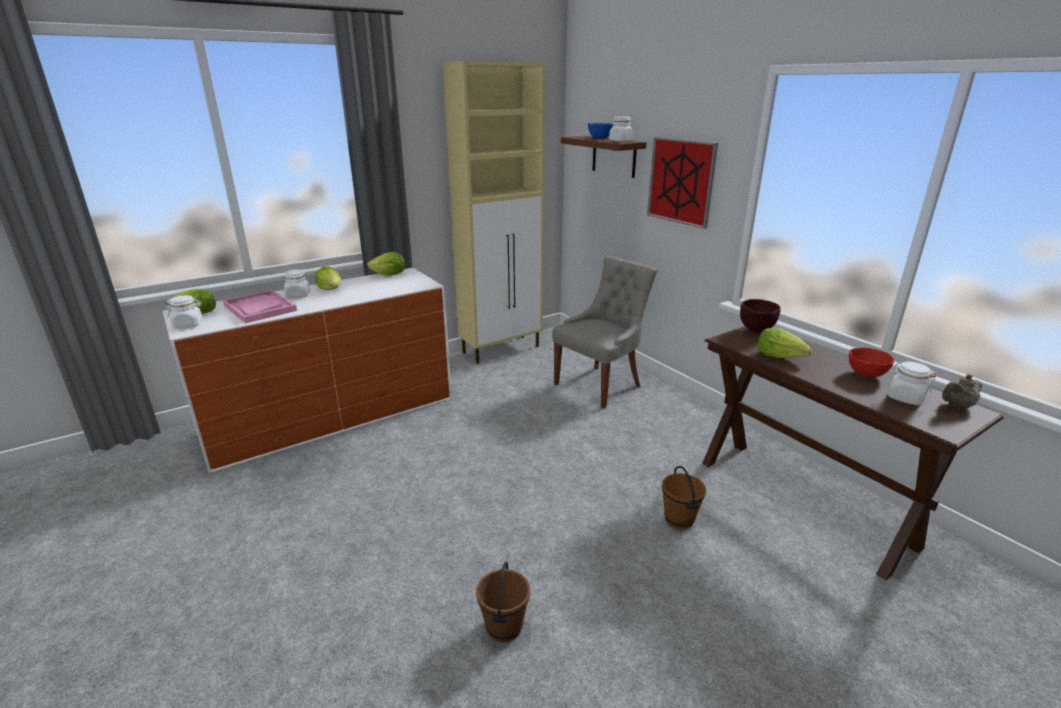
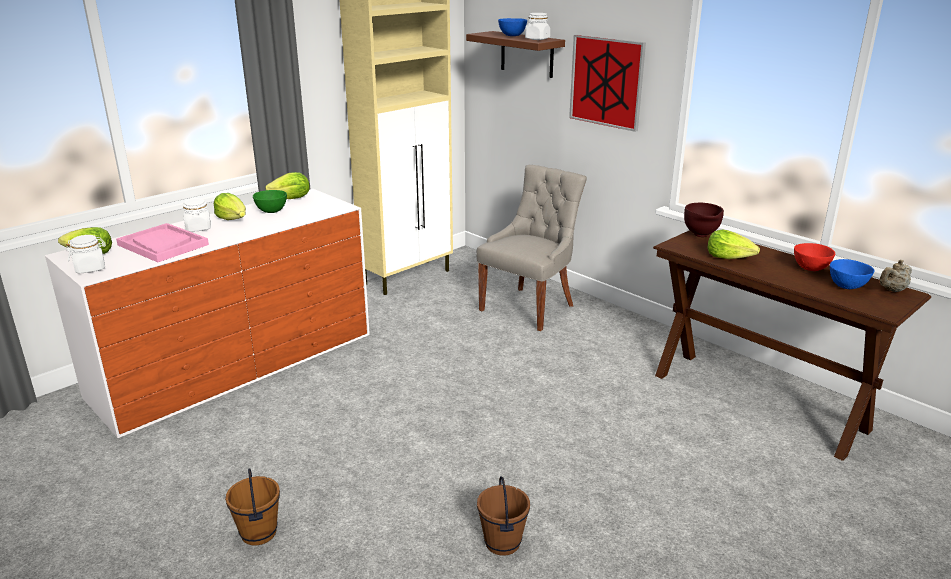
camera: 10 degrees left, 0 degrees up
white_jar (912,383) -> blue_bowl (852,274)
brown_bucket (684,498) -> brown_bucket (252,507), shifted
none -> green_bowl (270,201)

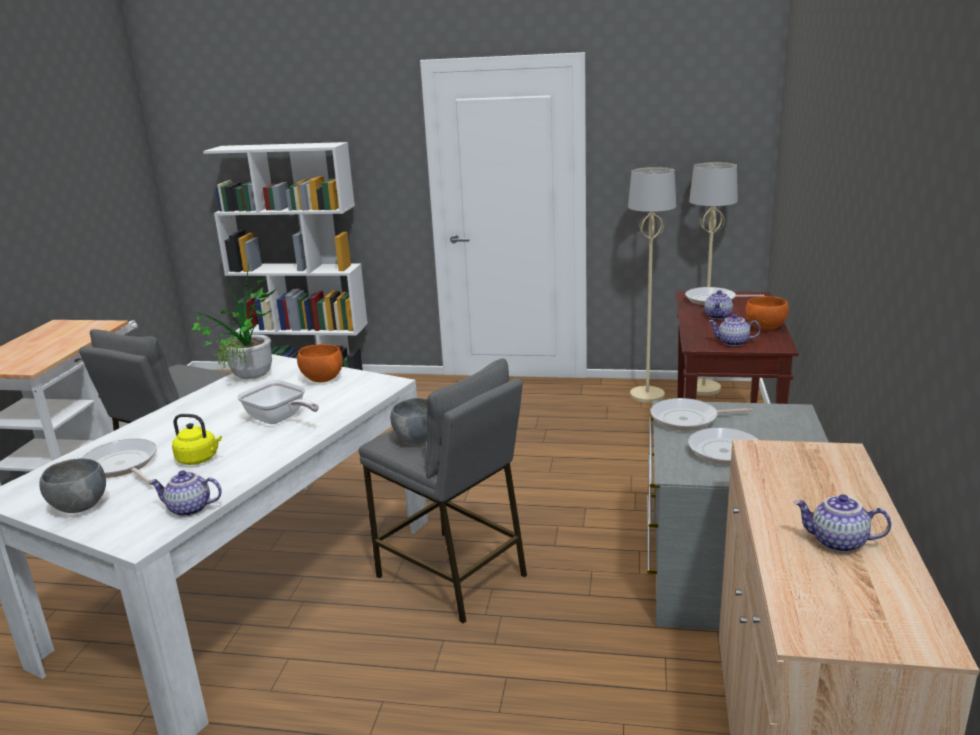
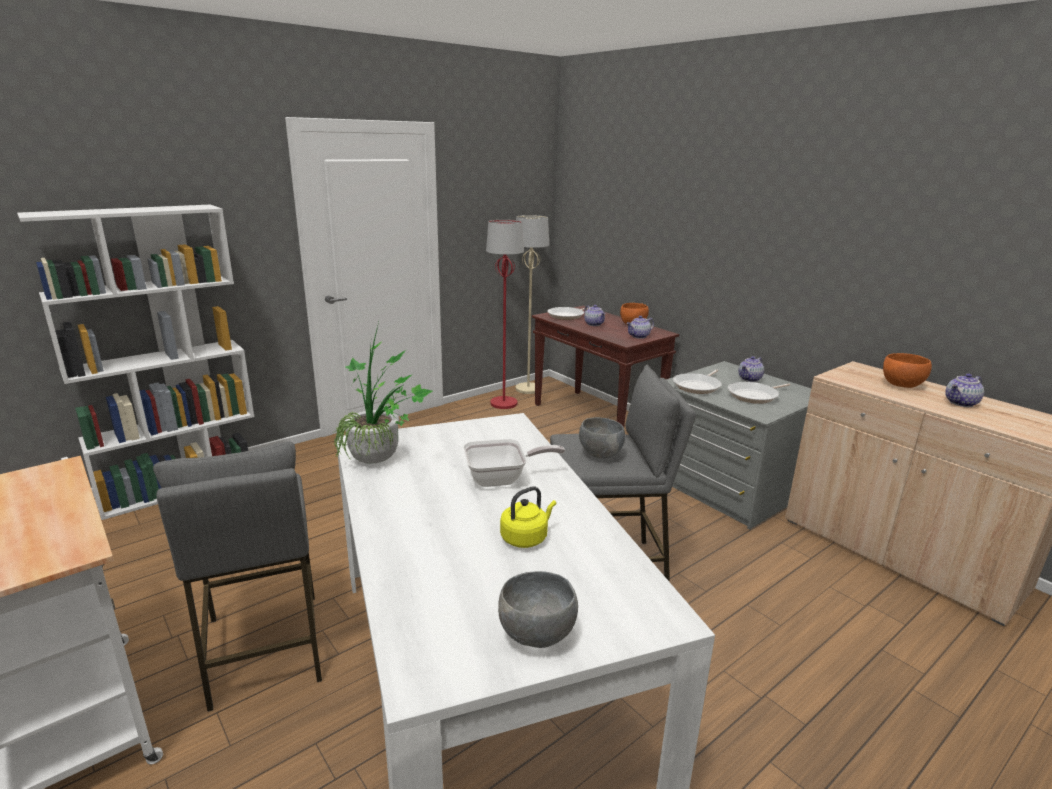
camera: 50 degrees left, 0 degrees up
beige_floor_lamp (652,285) -> red_floor_lamp (505,314)
orange_bowl (320,363) -> orange_bowl (907,370), shifted
frying_pan (119,462) -> none
teapot (185,493) -> teapot (751,369), shifted

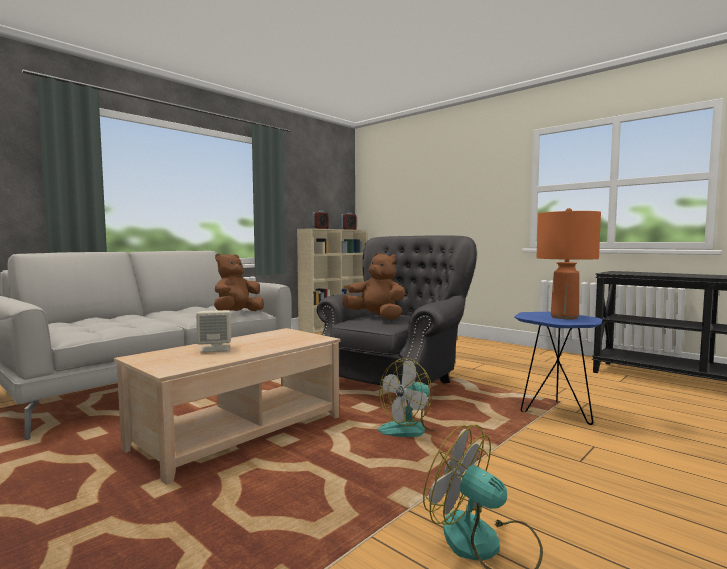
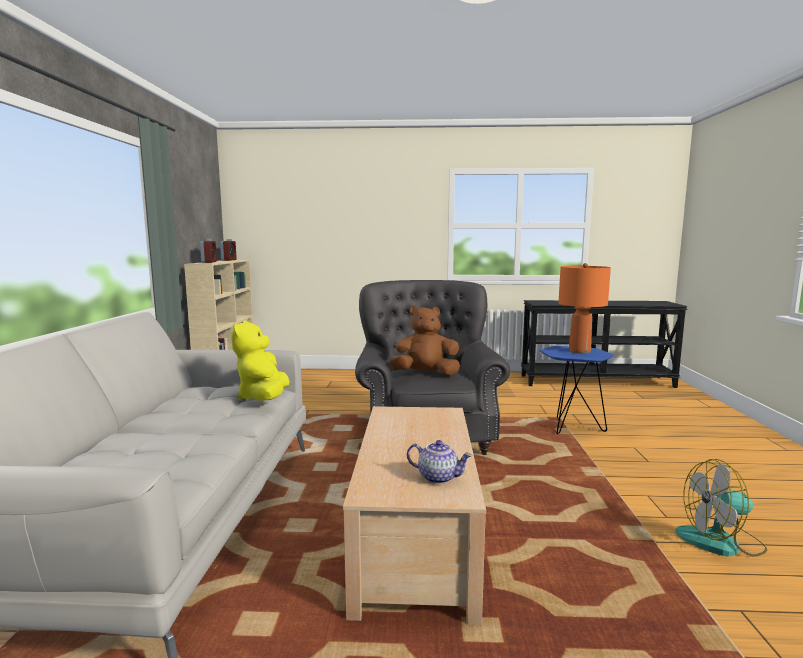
camera: 40 degrees left, 5 degrees up
brown_plush_toy (239,282) -> yellow_plush_toy (260,361)
beige_speaker (213,331) -> none
fan (408,397) -> none
none -> teapot (439,462)

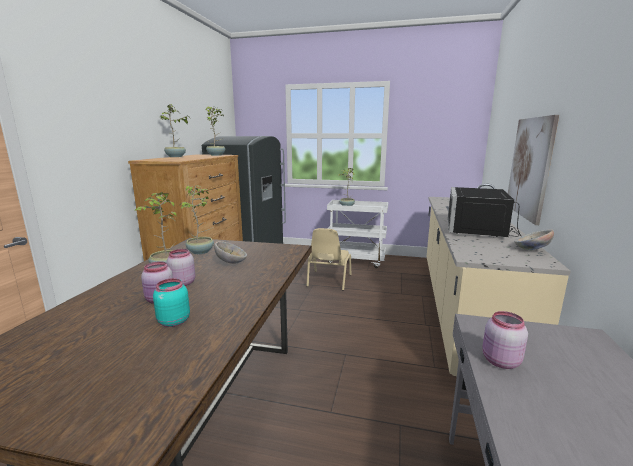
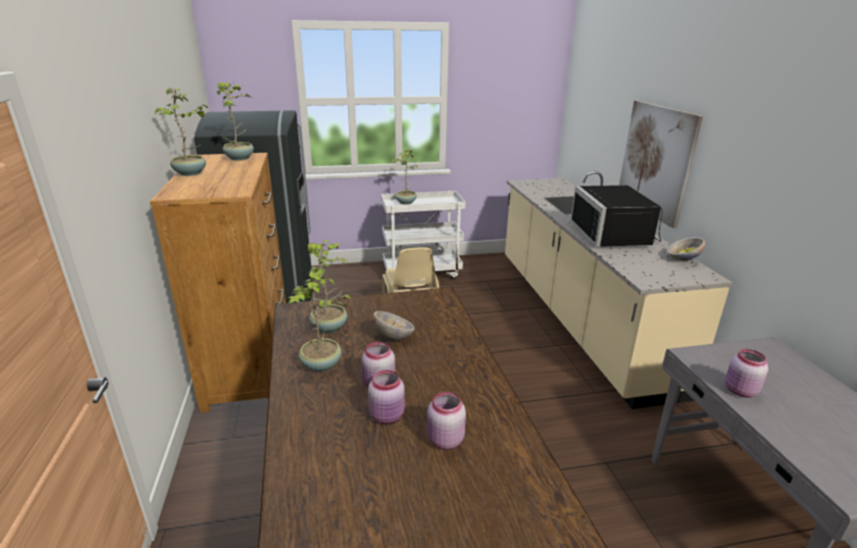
camera: 25 degrees left, 10 degrees up
turquoise_jar (171,302) -> pink_jar (446,421)

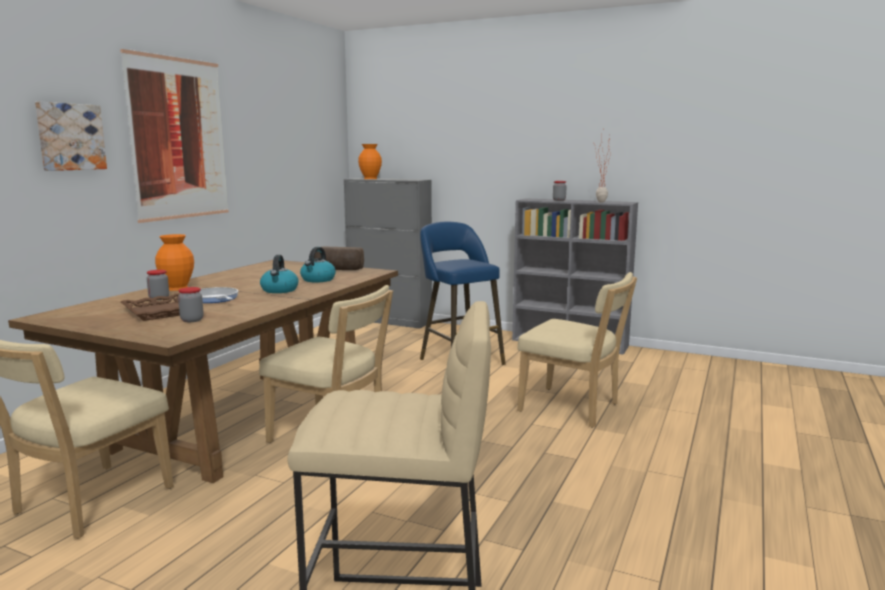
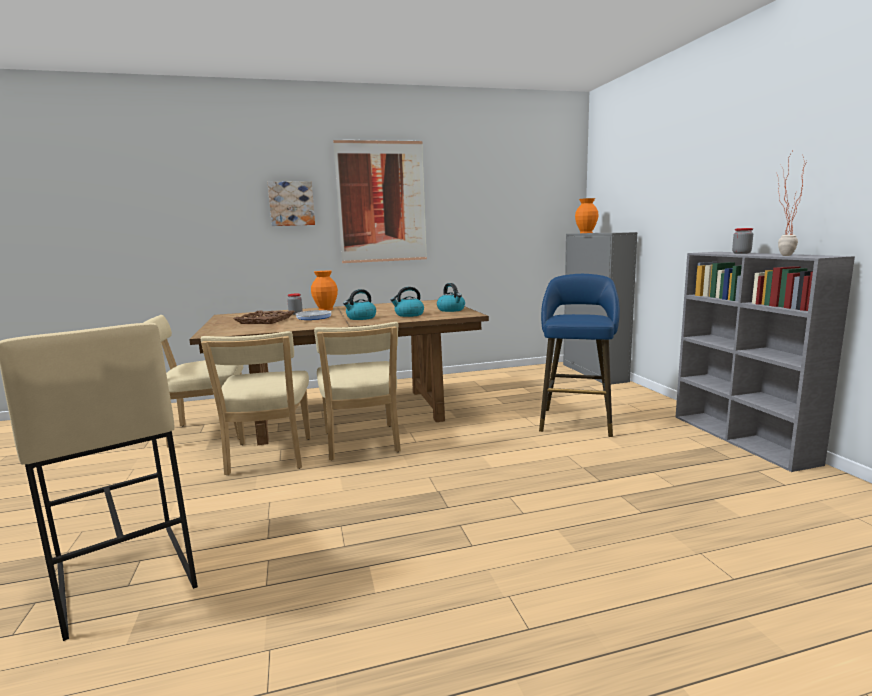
camera: 50 degrees right, 0 degrees up
bread (339,258) -> kettle (451,297)
beige_chair (577,350) -> beige_chair (256,403), shifted
jar (191,304) -> none

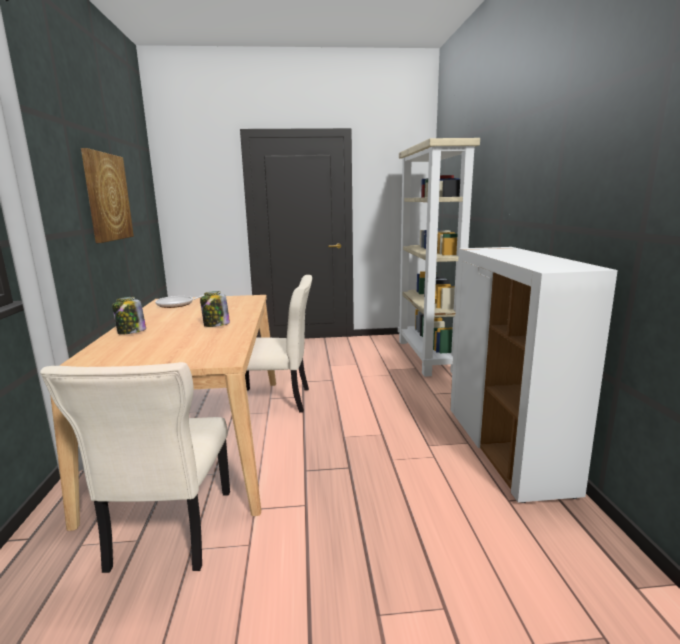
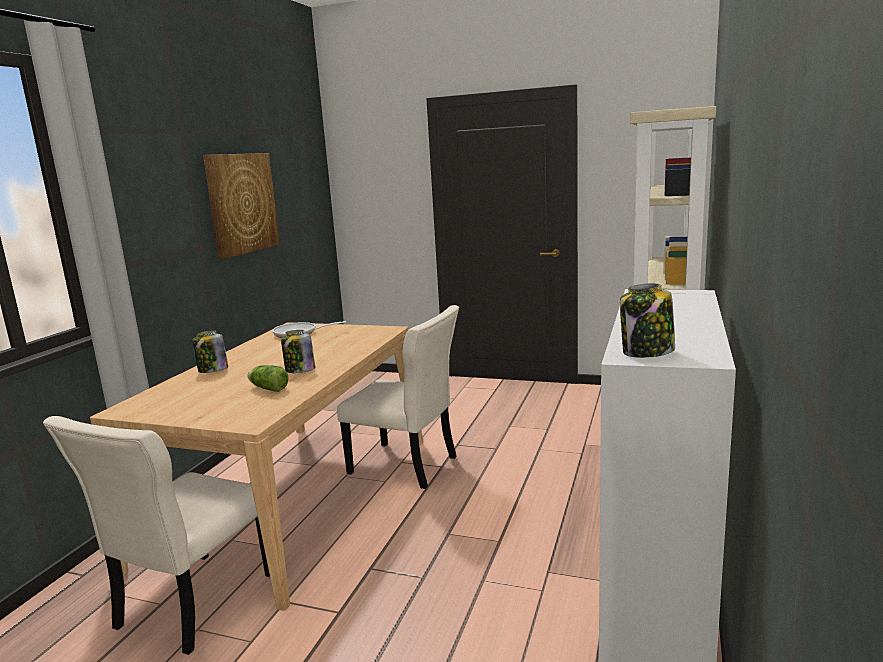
camera: 25 degrees right, 0 degrees up
none -> jar (647,320)
none -> lettuce (268,378)

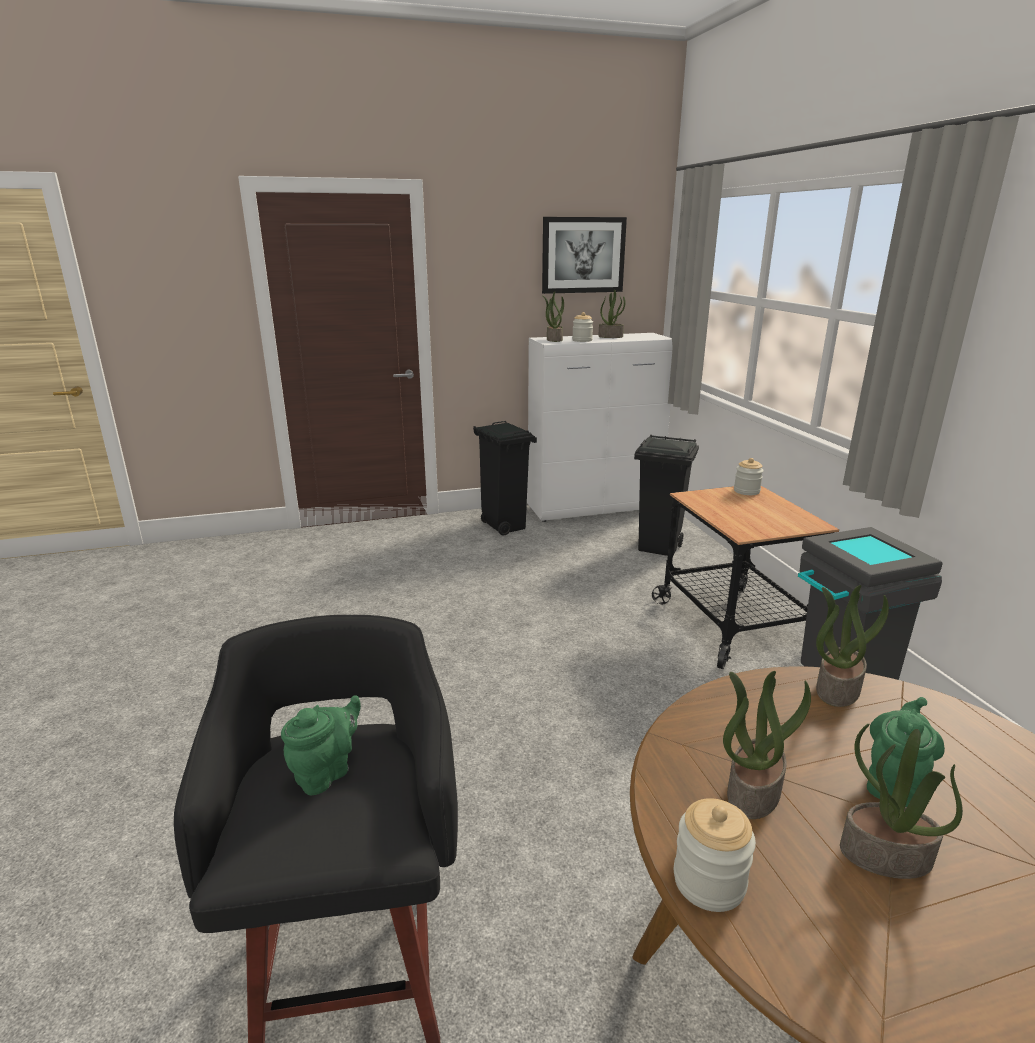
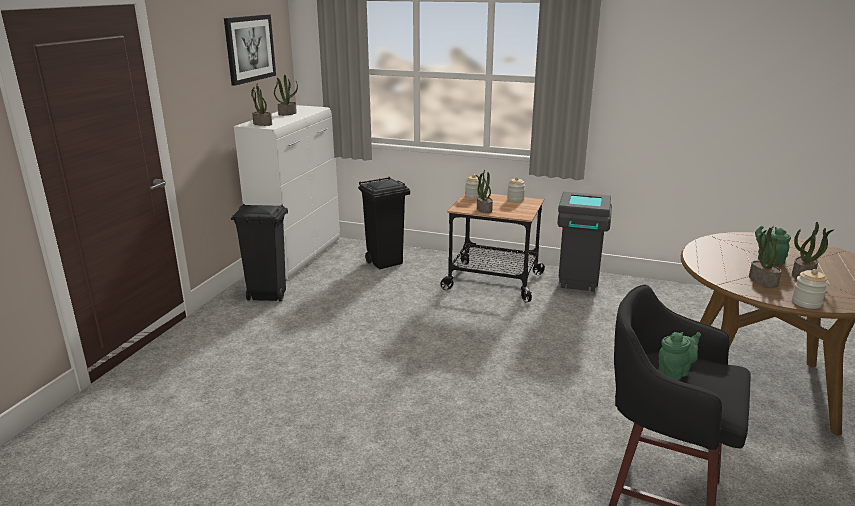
camera: 55 degrees left, 0 degrees up
jar (582,327) -> jar (516,189), shifted
potted_plant (852,646) -> potted_plant (484,191), shifted
green_teapot (321,745) -> green_teapot (679,356), 75 degrees clockwise

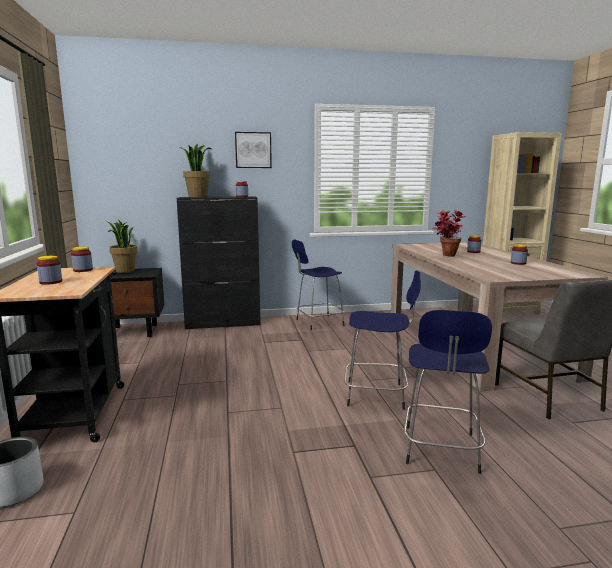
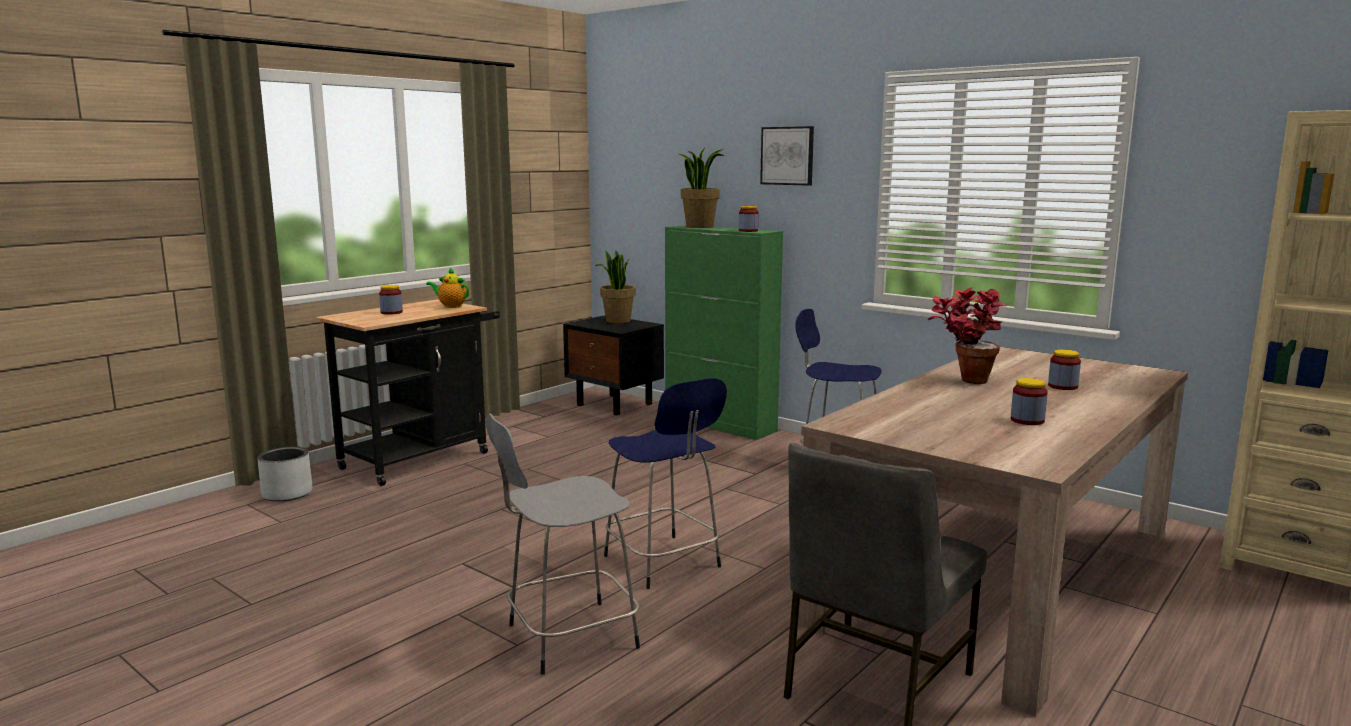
camera: 50 degrees right, 0 degrees up
black_cabinet (219,262) -> green_cabinet (724,332)
jar (82,259) -> teapot (447,288)
blue_stool (448,392) -> grey_stool (563,544)

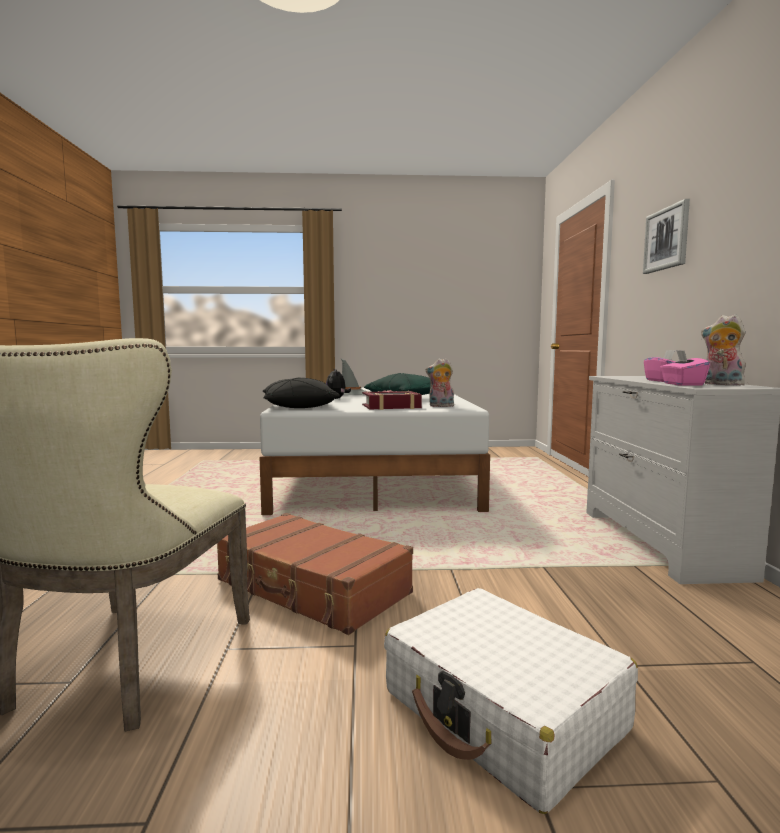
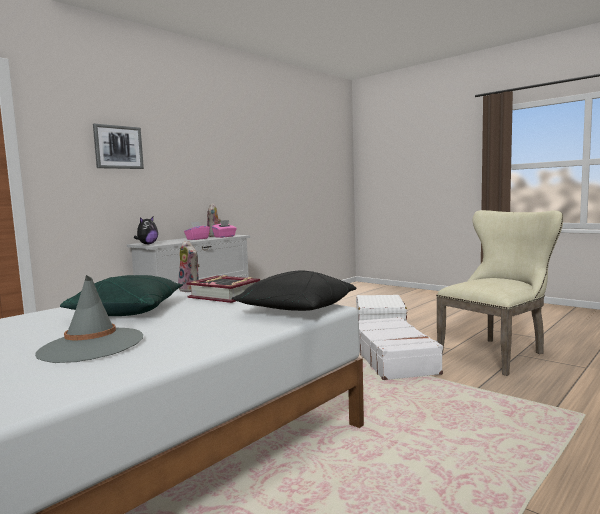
camera: 135 degrees left, 0 degrees up
plush_toy (338,384) -> plush_toy (146,231), shifted
brown_suitcase (315,574) -> white_suitcase (401,348)

